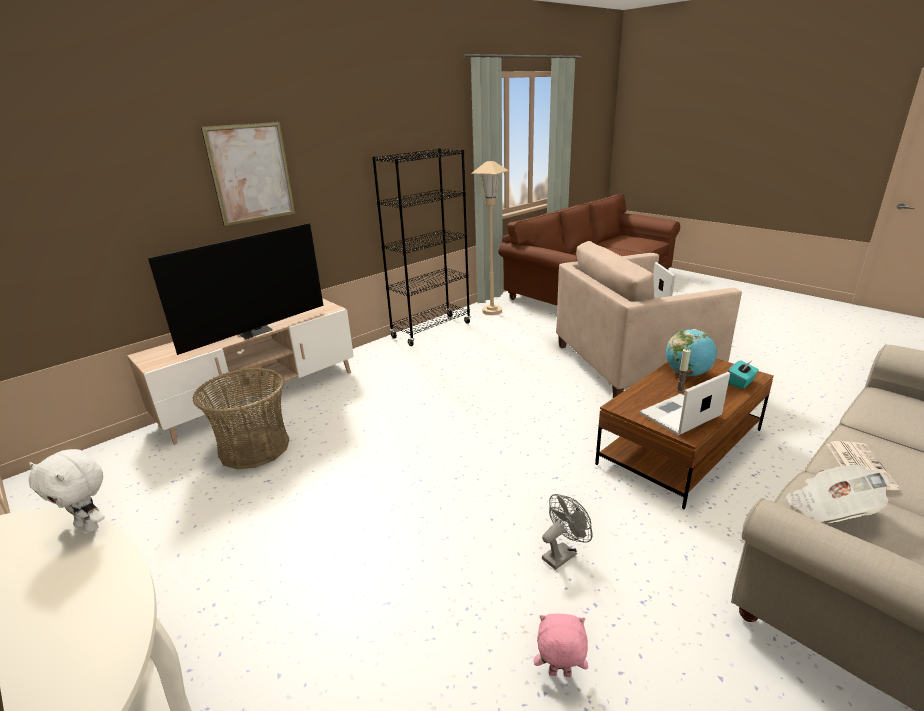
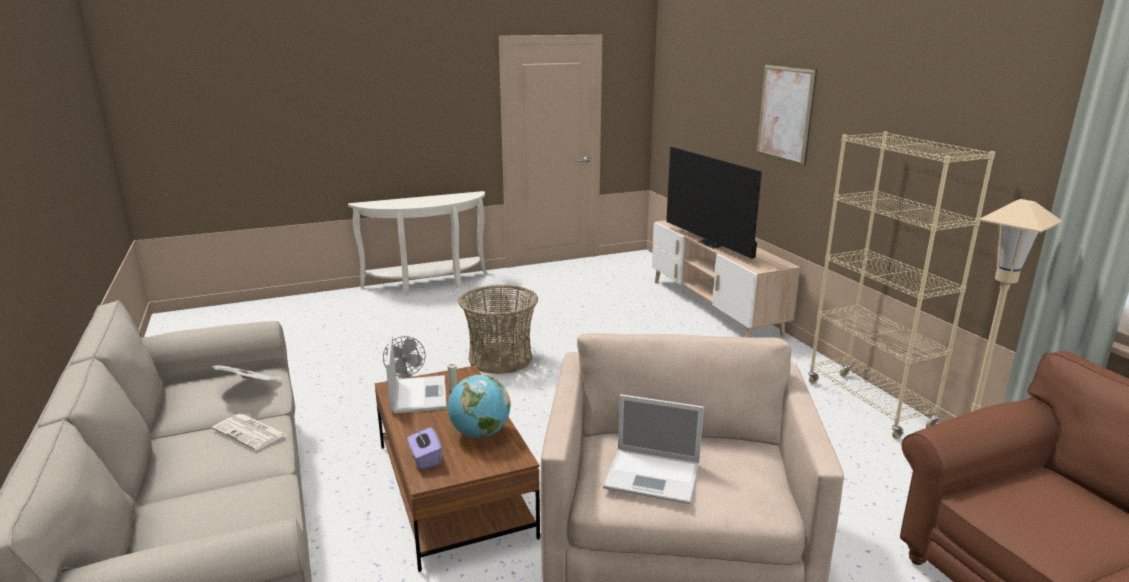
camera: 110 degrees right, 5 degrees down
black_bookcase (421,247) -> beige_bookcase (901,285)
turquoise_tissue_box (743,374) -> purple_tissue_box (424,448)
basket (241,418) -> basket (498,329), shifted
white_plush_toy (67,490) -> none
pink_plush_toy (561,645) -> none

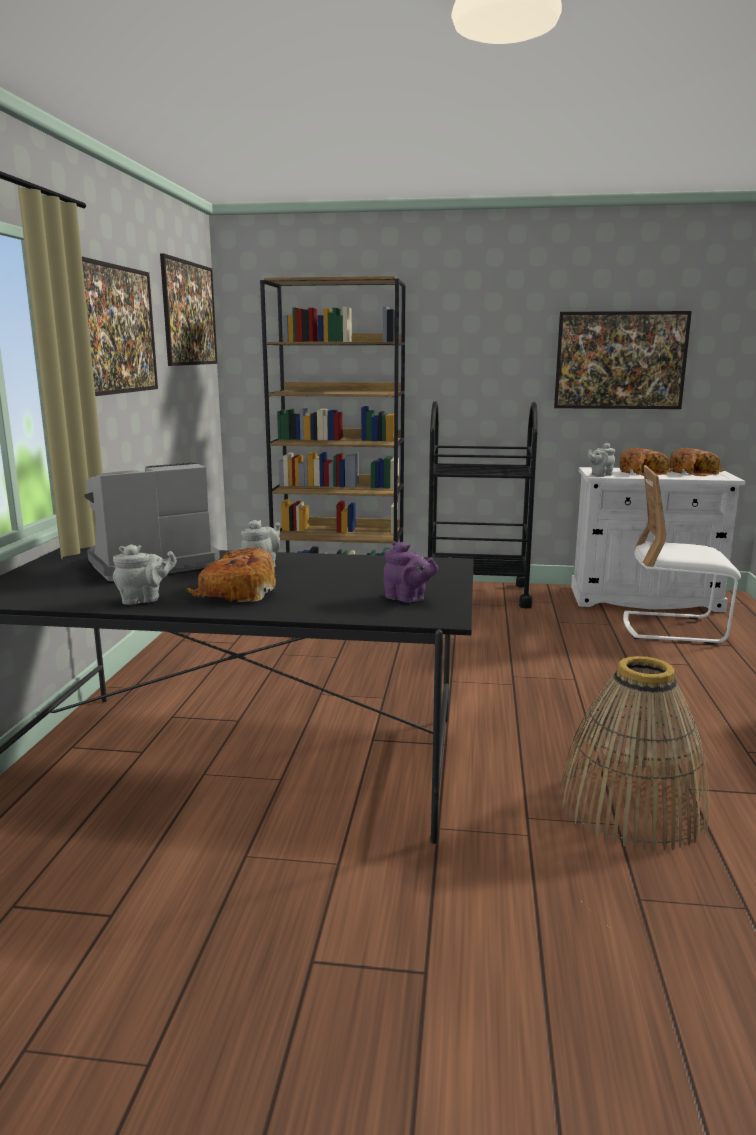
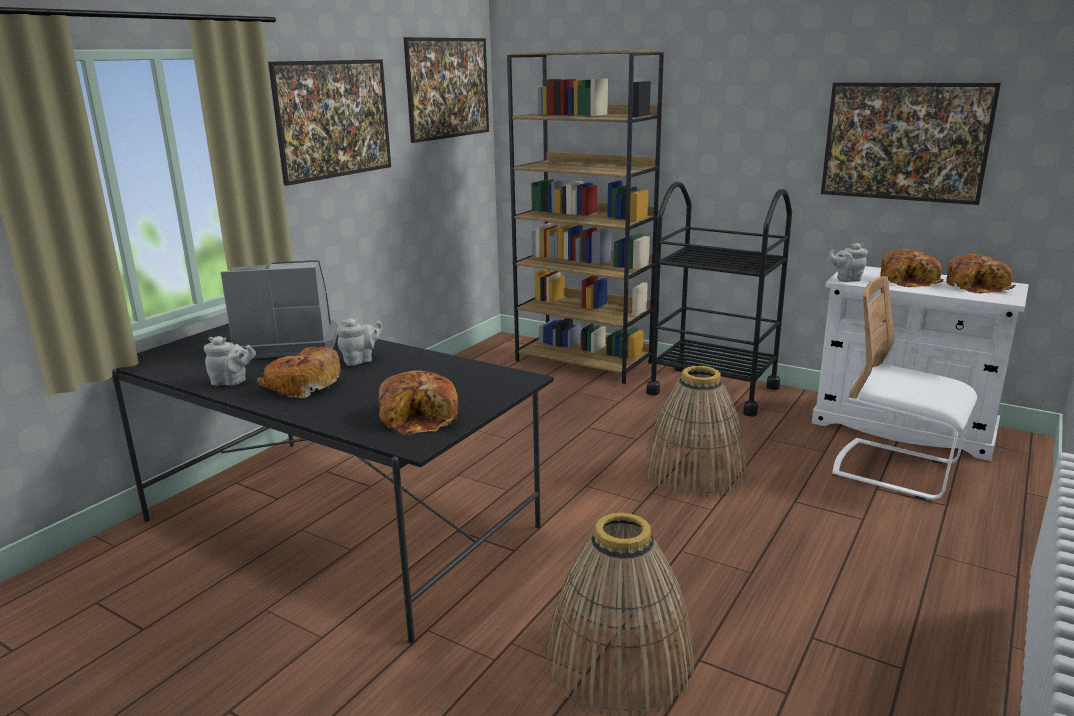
camera: 25 degrees right, 5 degrees up
purple_teapot (410,572) -> bread (418,402)
none -> basket (695,432)

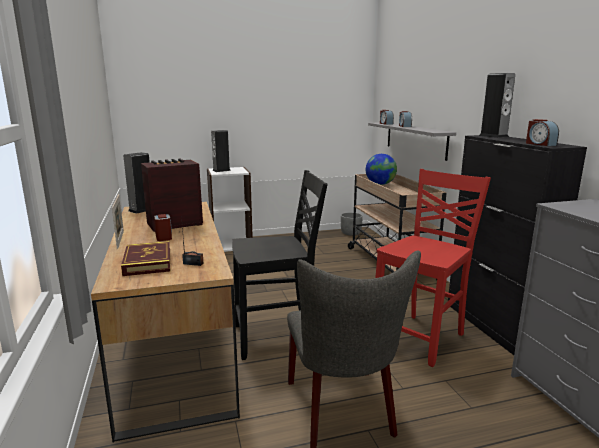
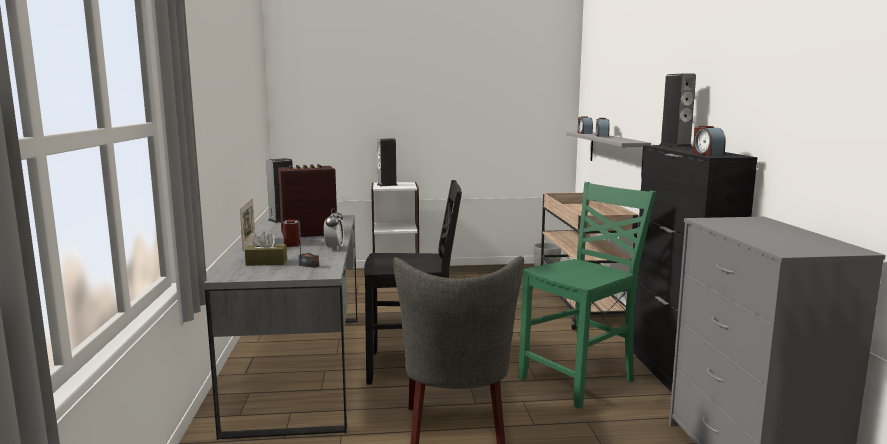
camera: 10 degrees right, 5 degrees down
globe (381,169) -> none
red_chair (433,268) -> green_chair (587,295)
brown_desk (165,322) -> grey_desk (281,327)
book (145,258) -> brown_tissue_box (266,249)
none -> alarm_clock (334,229)

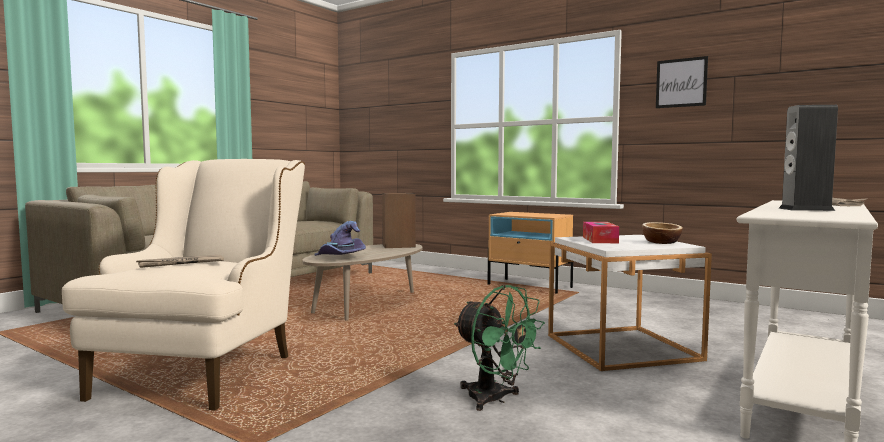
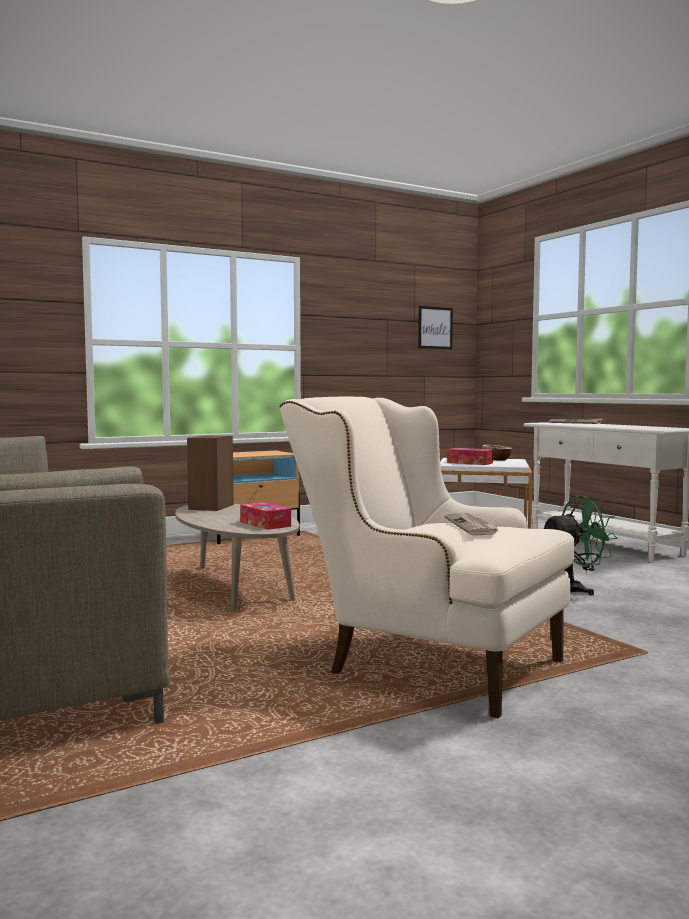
camera: 65 degrees left, 0 degrees up
picture (682,82) -> picture (435,327), shifted
speaker (808,158) -> none
purple_hat (340,238) -> tissue_box (265,516)

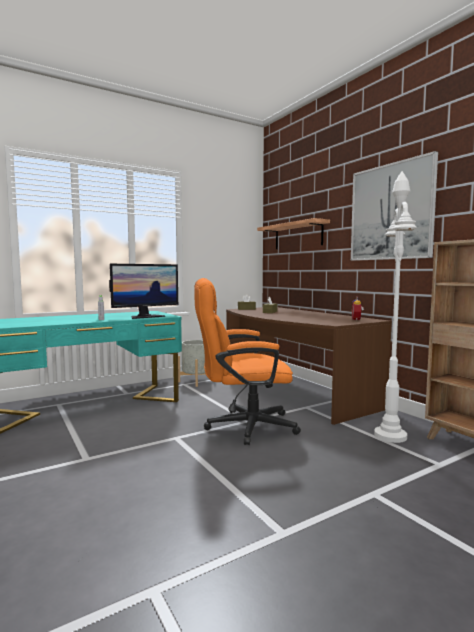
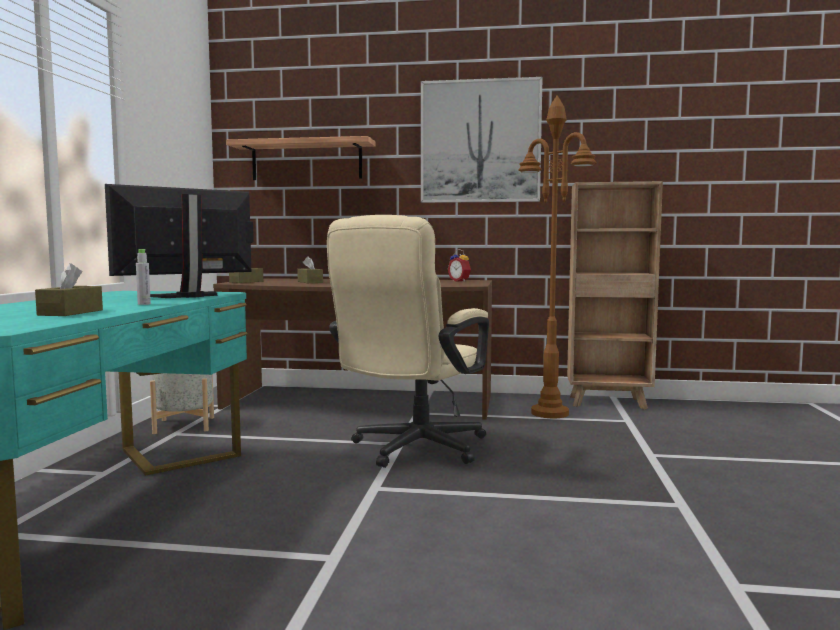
camera: 50 degrees left, 0 degrees up
white_floor_lamp (395,307) -> brown_floor_lamp (557,257)
monitor (143,291) -> monitor (179,241), 135 degrees counterclockwise
orange_office_chair (247,361) -> beige_office_chair (408,341)
none -> brown_tissue_box (69,289)

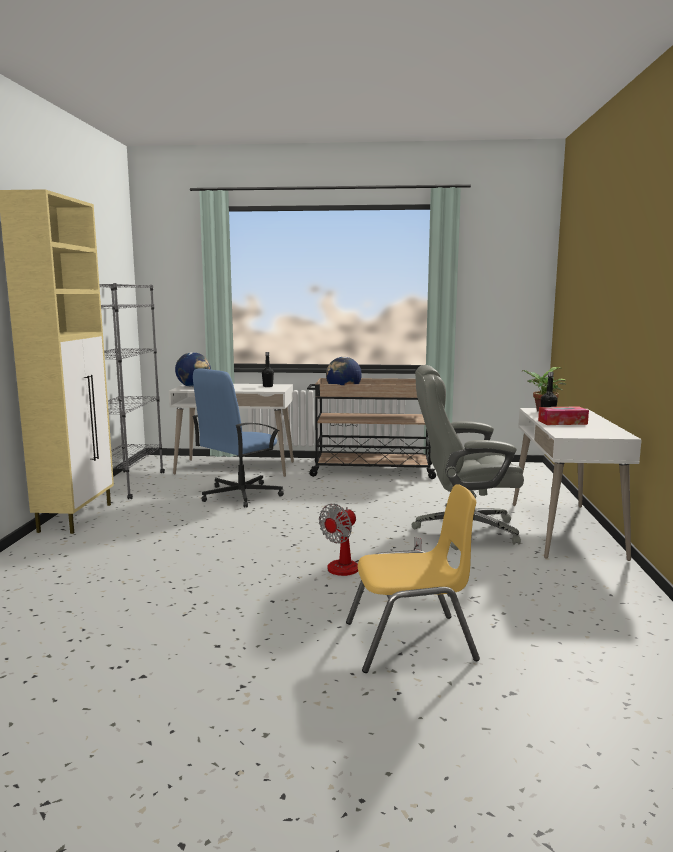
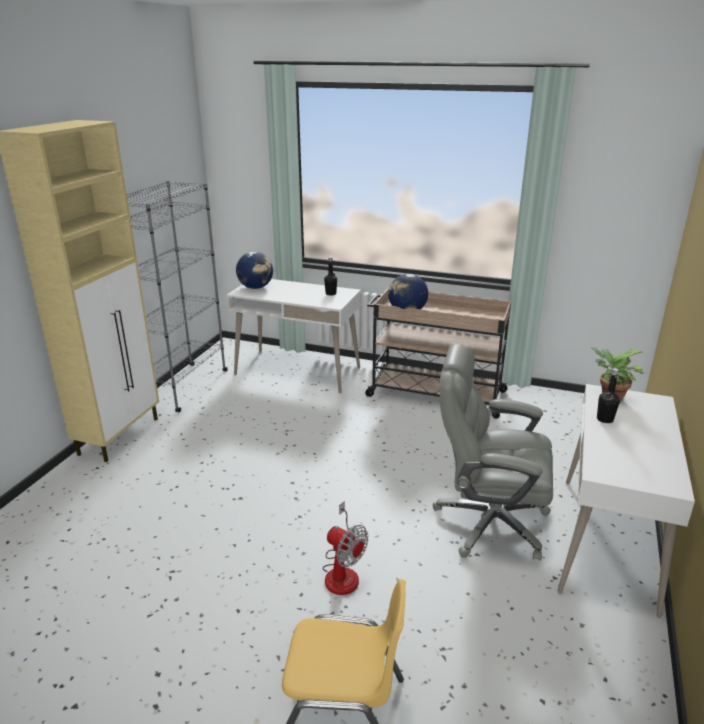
camera: 15 degrees right, 15 degrees up
blue_office_chair (238,438) -> none
tissue_box (563,415) -> none
fan (370,540) -> fan (345,548), 105 degrees counterclockwise

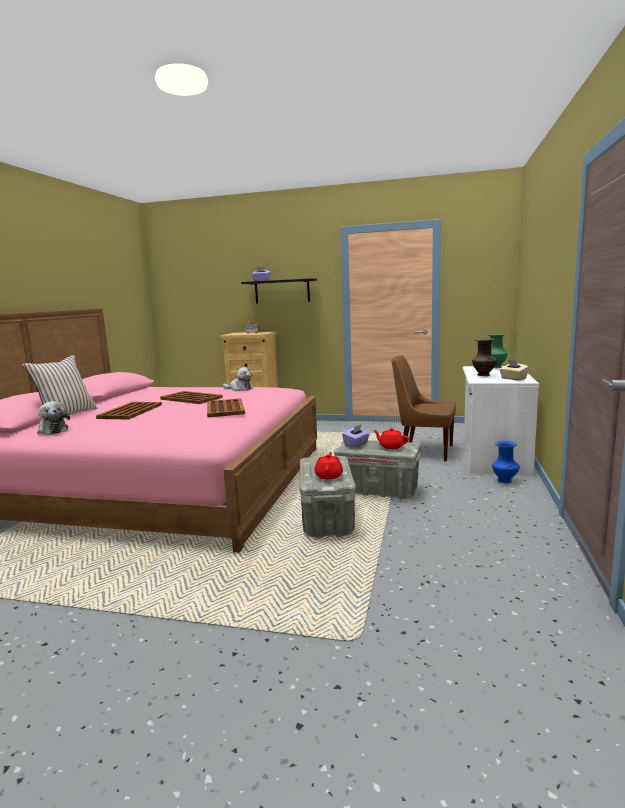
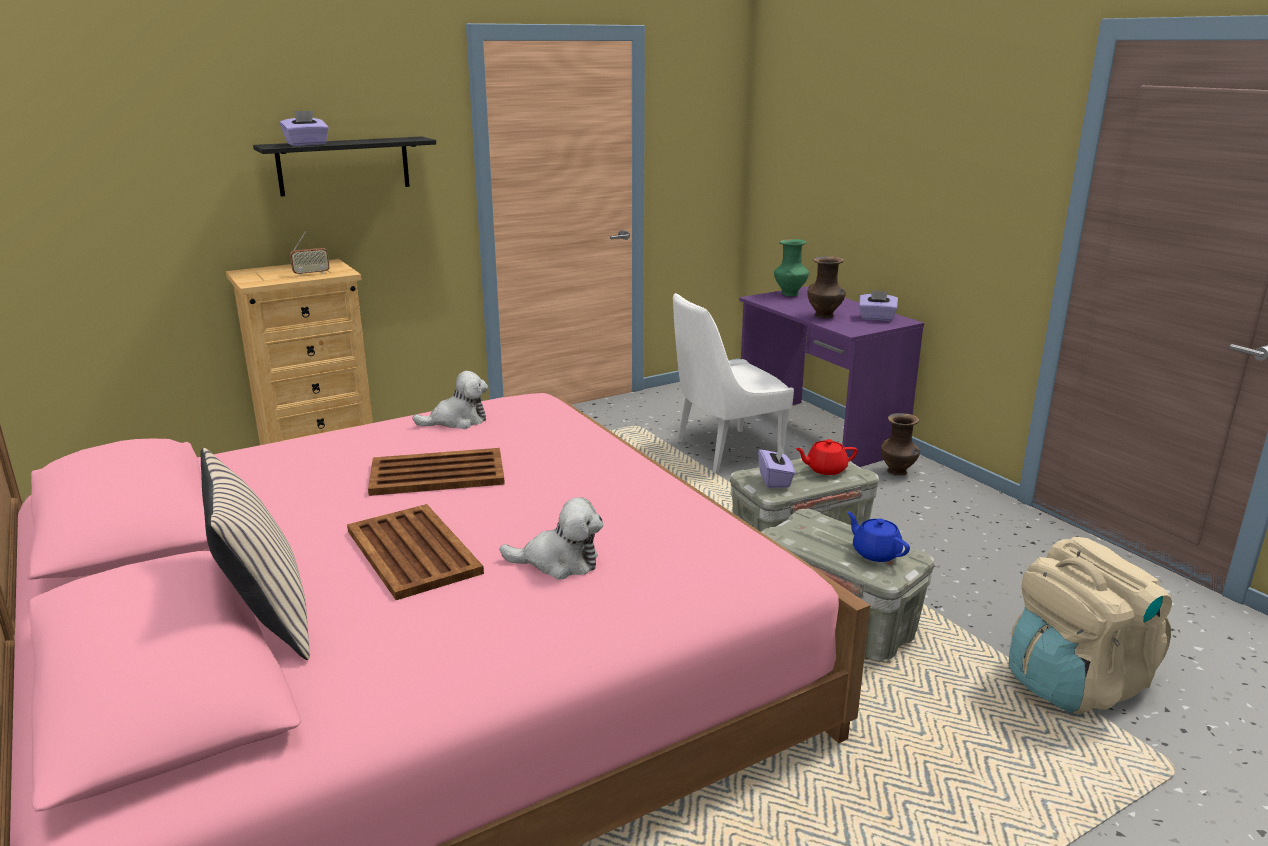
camera: 45 degrees left, 10 degrees up
brown_chair (424,408) -> white_chair (733,383)
beige_tissue_box (514,370) -> purple_tissue_box (878,305)
white_desk (501,421) -> purple_desk (831,376)
brown_tray (226,407) -> none
plush_toy (53,418) -> plush_toy (551,538), shifted
blue_vase (506,462) -> brown_vase (900,444)
red_teapot (329,465) -> blue_teapot (878,536)
none -> beige_backpack (1090,625)

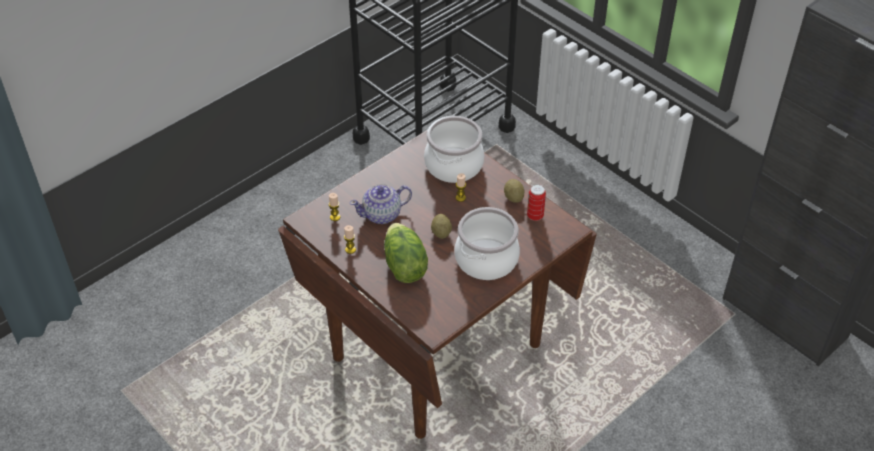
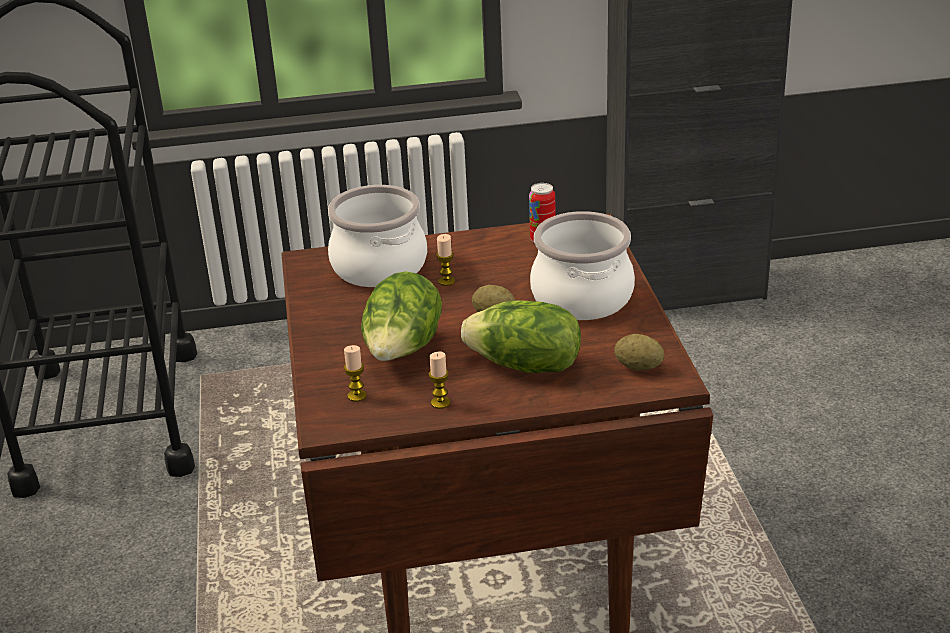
camera: 55 degrees left, 15 degrees down
potato (514,191) -> potato (639,352), shifted
teapot (381,204) -> lettuce (401,316)

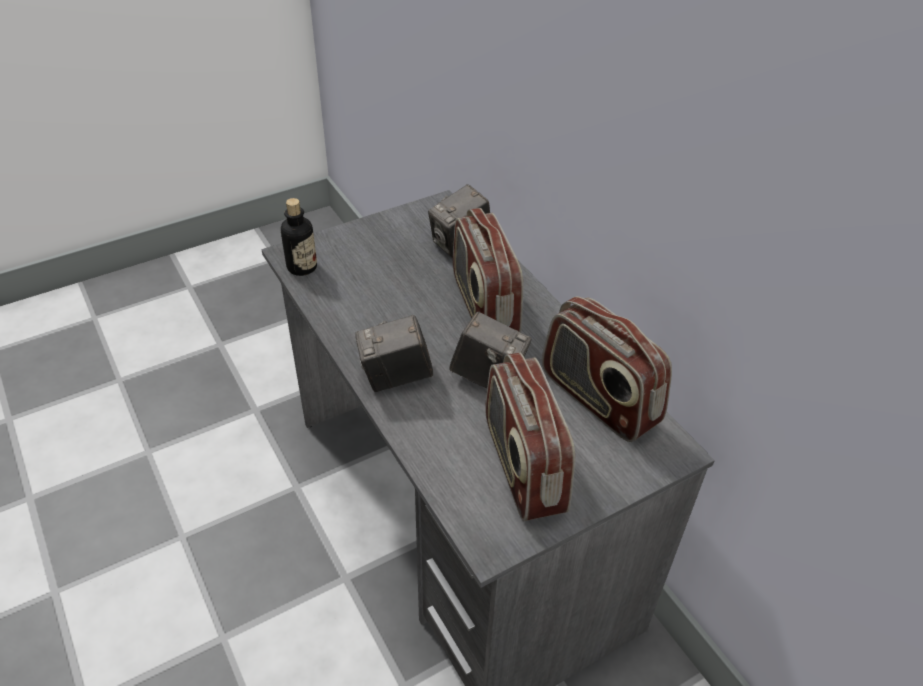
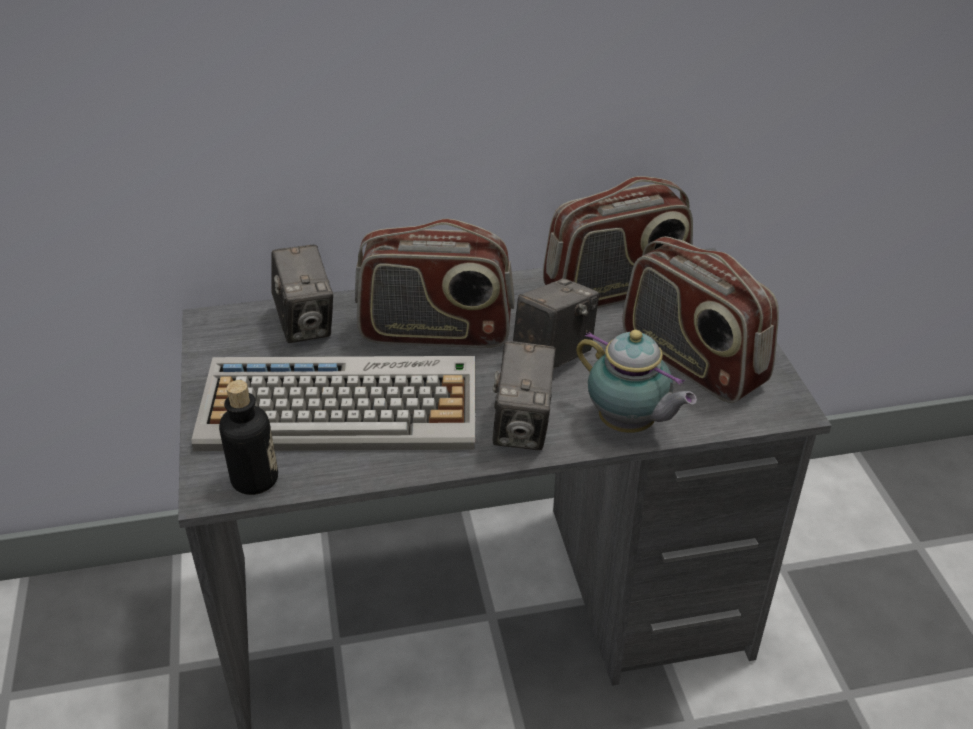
camera: 70 degrees left, 5 degrees down
radio (530,437) -> radio (700,319), 45 degrees clockwise
none -> teapot (636,381)
none -> keyboard (333,403)

